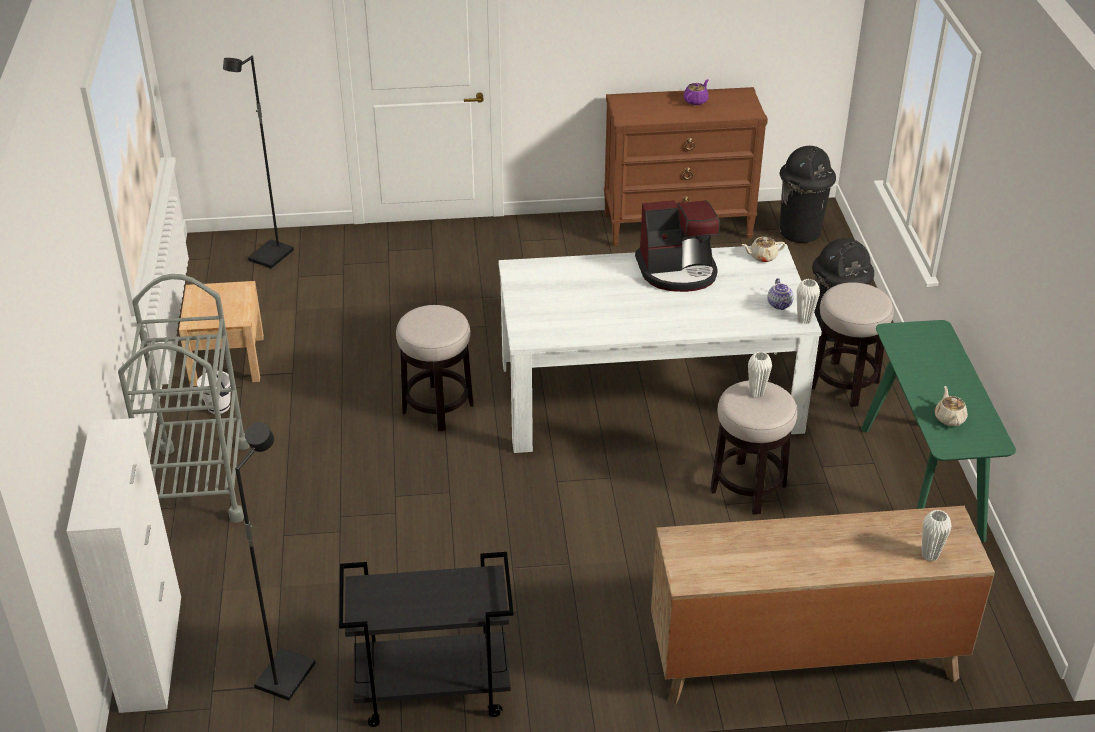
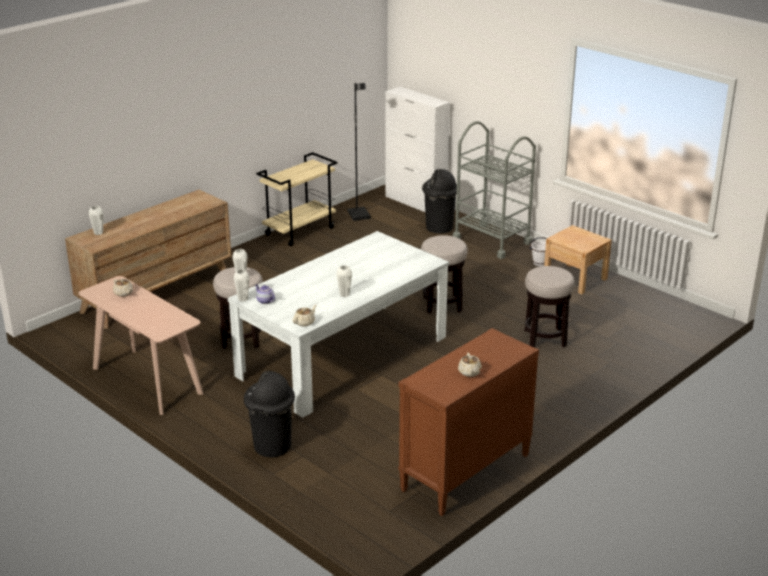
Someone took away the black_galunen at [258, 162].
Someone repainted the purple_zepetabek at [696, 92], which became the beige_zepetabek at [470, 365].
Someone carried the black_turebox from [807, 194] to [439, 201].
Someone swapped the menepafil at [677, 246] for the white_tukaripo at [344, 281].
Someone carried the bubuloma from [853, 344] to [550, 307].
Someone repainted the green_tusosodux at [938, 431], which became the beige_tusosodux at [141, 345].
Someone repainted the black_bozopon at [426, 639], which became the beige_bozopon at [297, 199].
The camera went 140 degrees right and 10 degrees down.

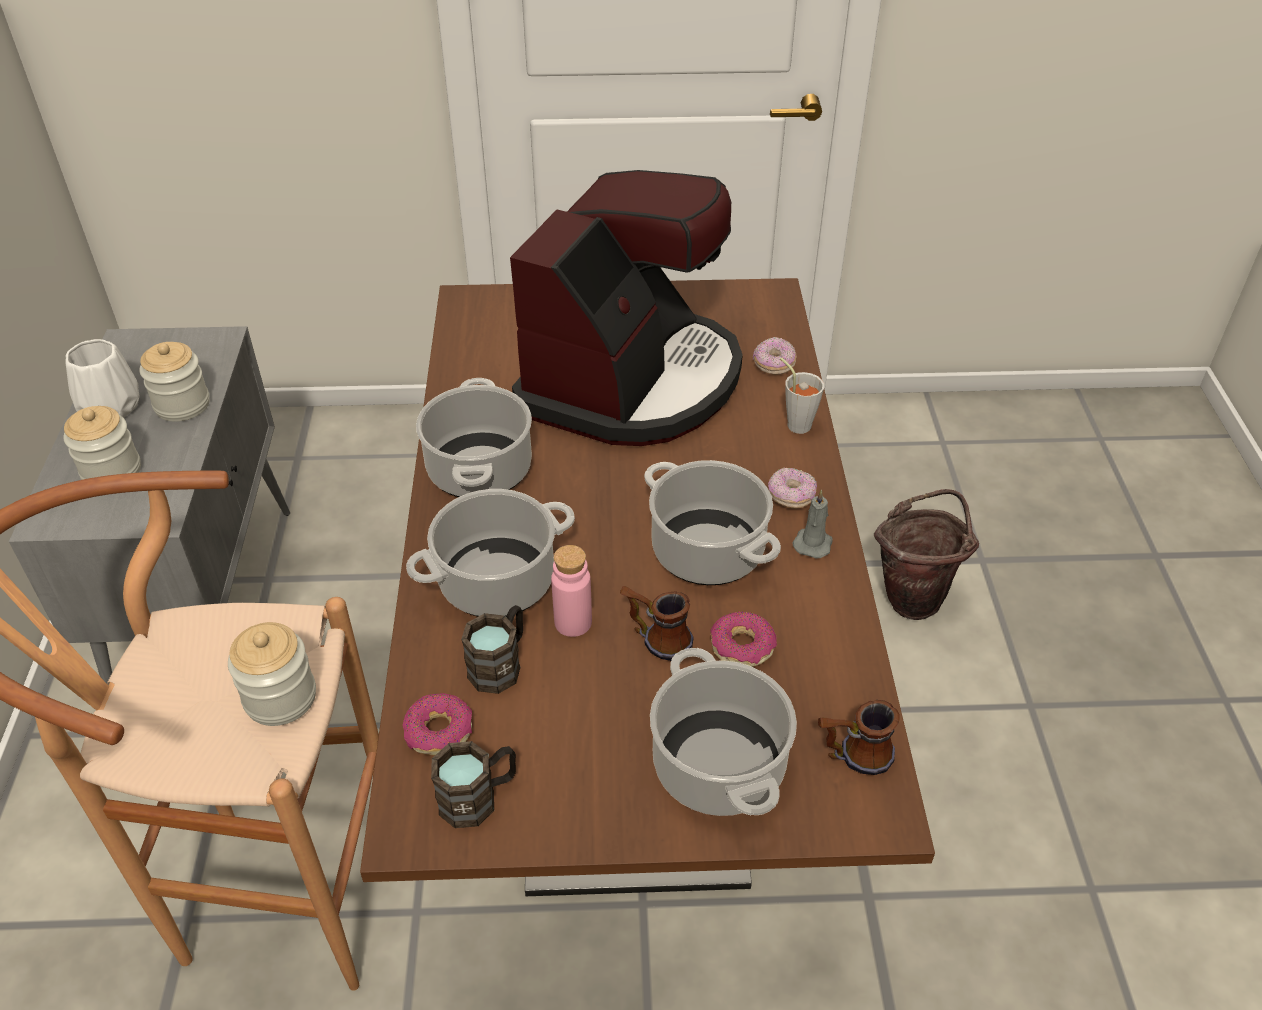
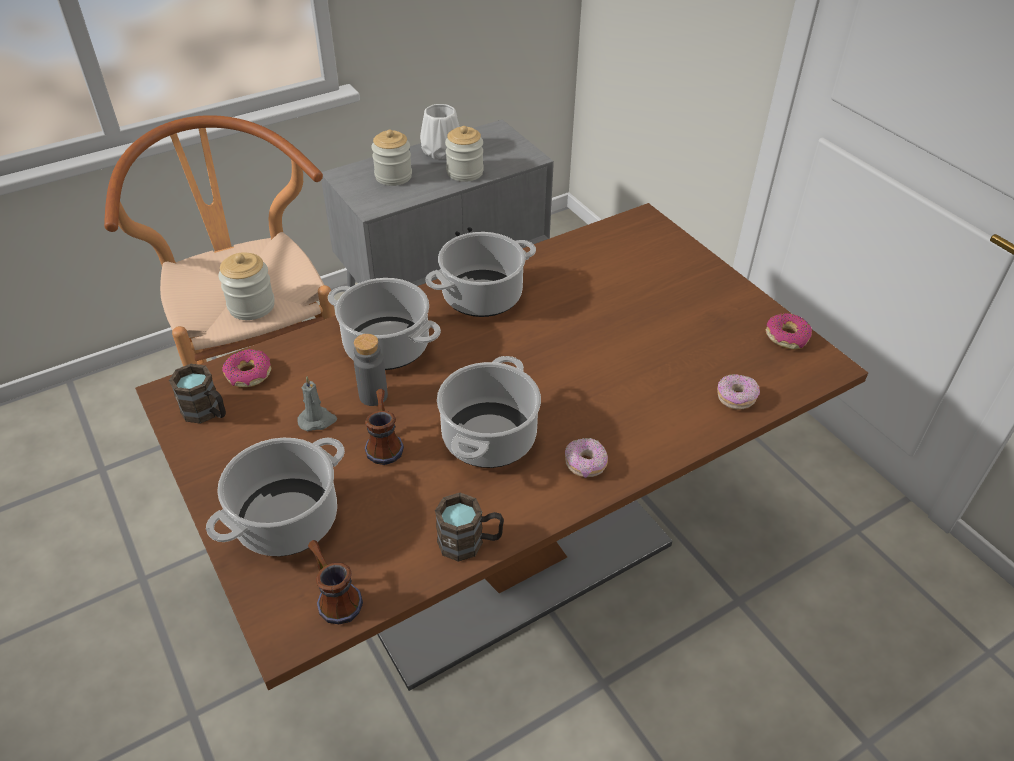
Someone took away the menepafil at [626, 308].
Someone took away the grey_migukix at [802, 395].
Someone carried the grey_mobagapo from [812, 524] to [317, 403].
Someone took away the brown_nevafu at [926, 554].
Someone repainted the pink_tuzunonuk at [571, 591], which became the grey_tuzunonuk at [371, 370].
Someone carried the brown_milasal from [492, 649] to [469, 527].
Someone carried the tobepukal from [743, 639] to [789, 331].
The camera went 60 degrees right and 0 degrees up.

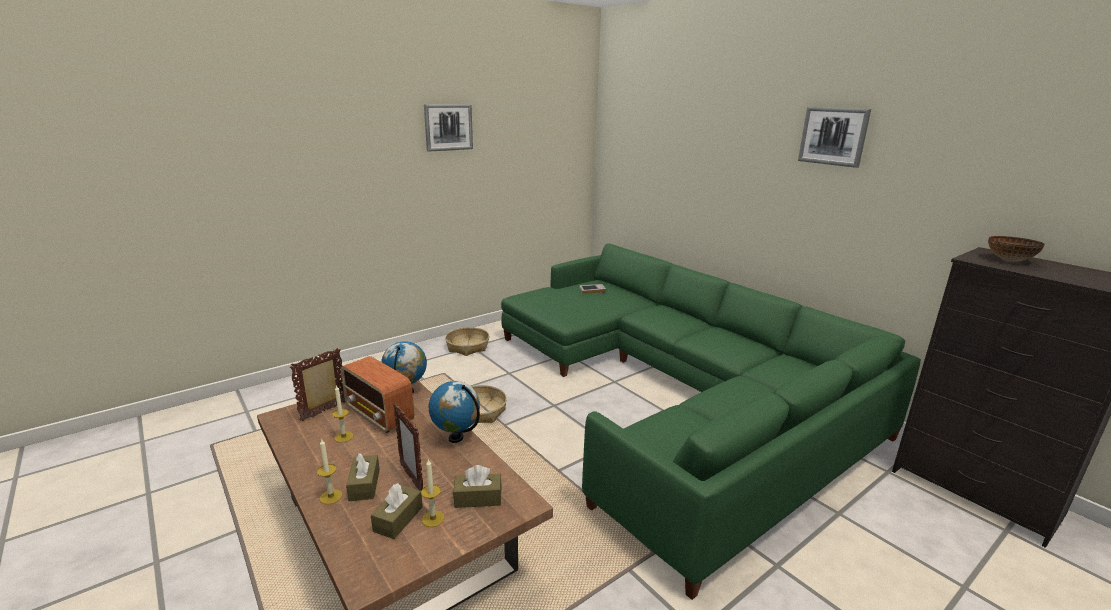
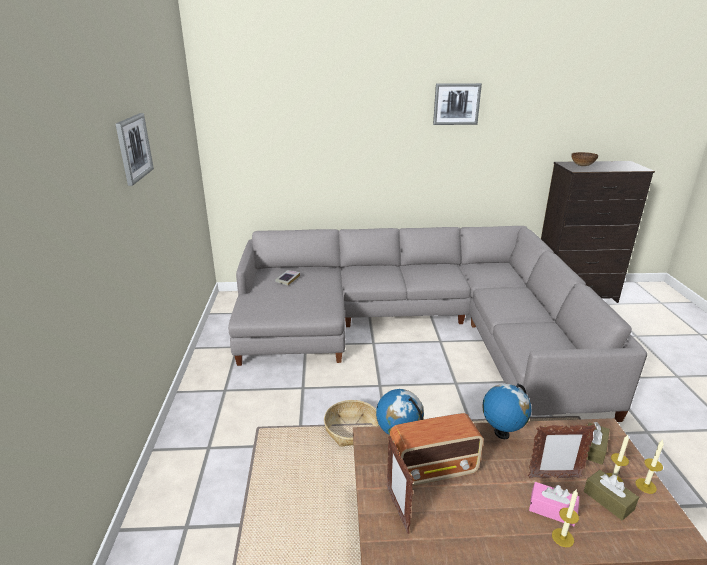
Someone repainted the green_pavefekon at [711, 422], which became the grey_pavefekon at [437, 324].
Someone took away the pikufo at [467, 341].
Someone carried the mobagapo from [343, 414] to [649, 467].
Someone repainted the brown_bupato at [363, 477], which became the pink_bupato at [554, 504].
The camera went 55 degrees left and 5 degrees up.

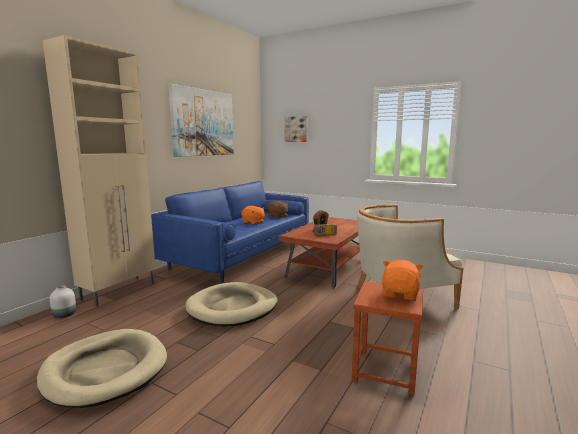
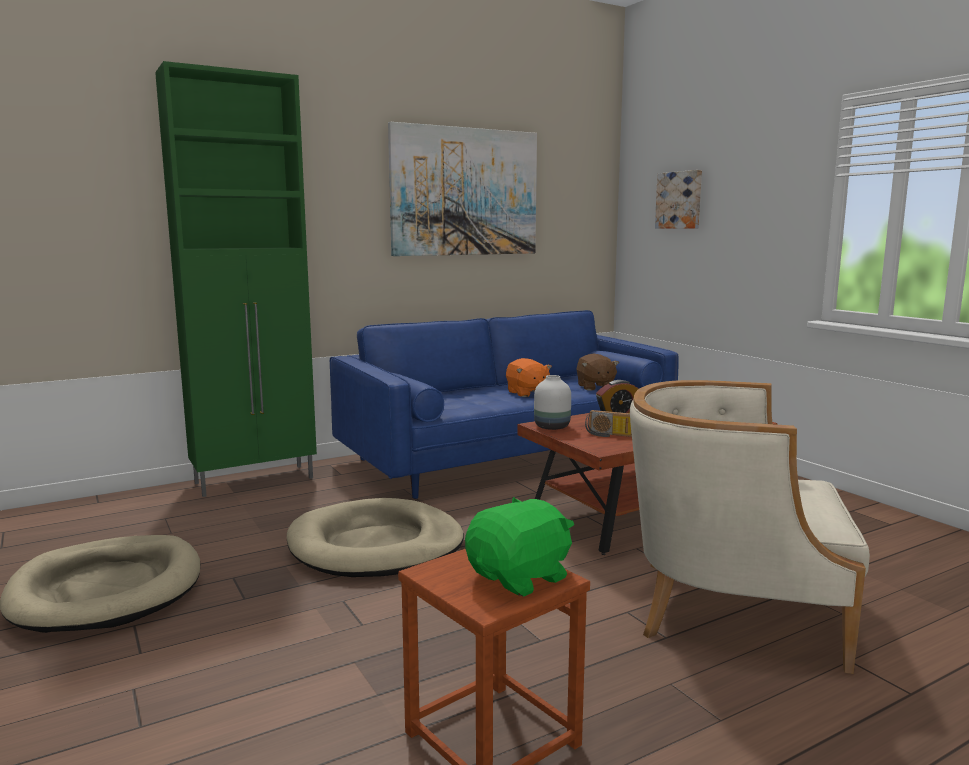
Someone repainted the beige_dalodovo at [99, 171], which became the green_dalodovo at [236, 279].
Someone repainted the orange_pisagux at [402, 280], which became the green_pisagux at [519, 547].
Someone carried the white_tukaripo from [63, 301] to [552, 402].
The camera went 30 degrees right and 0 degrees up.

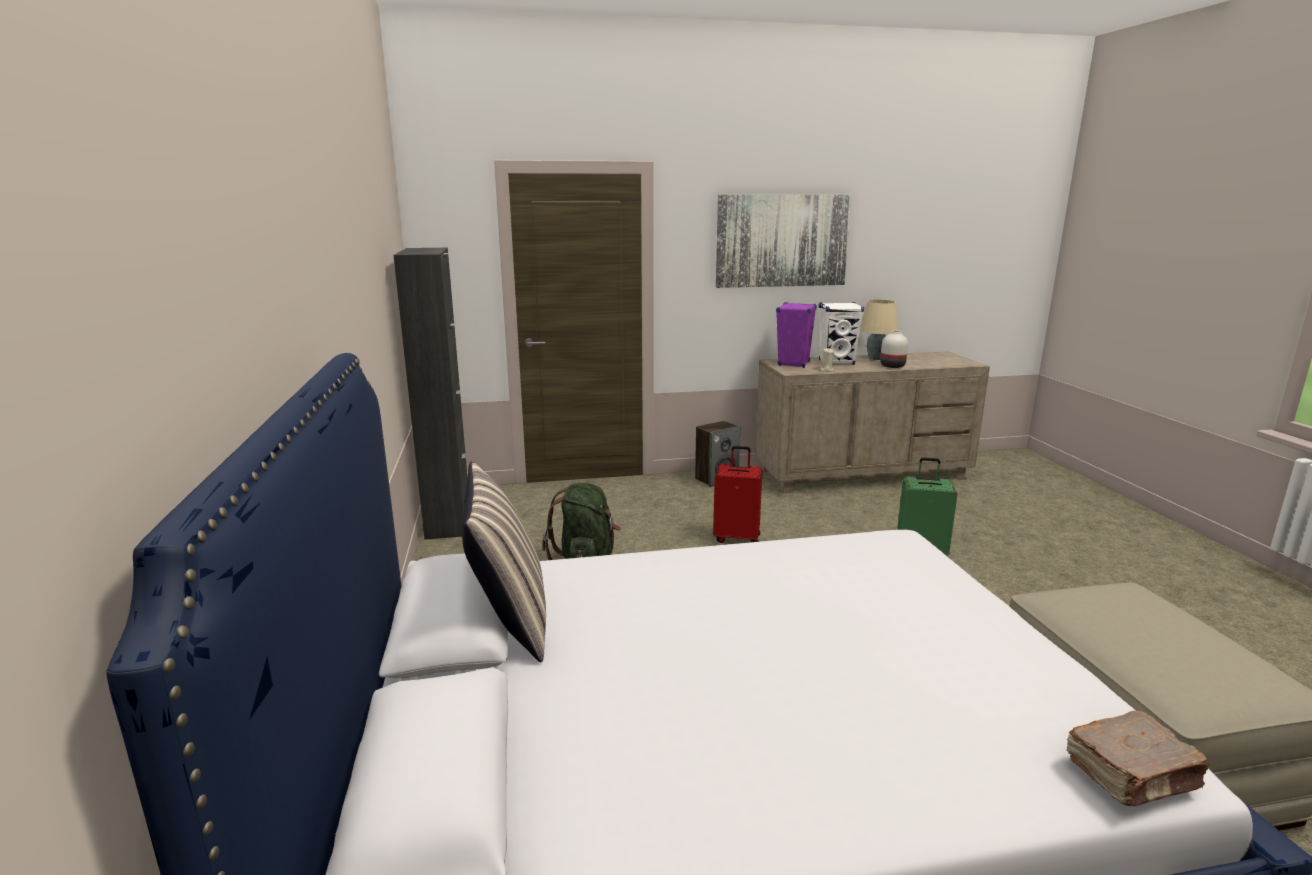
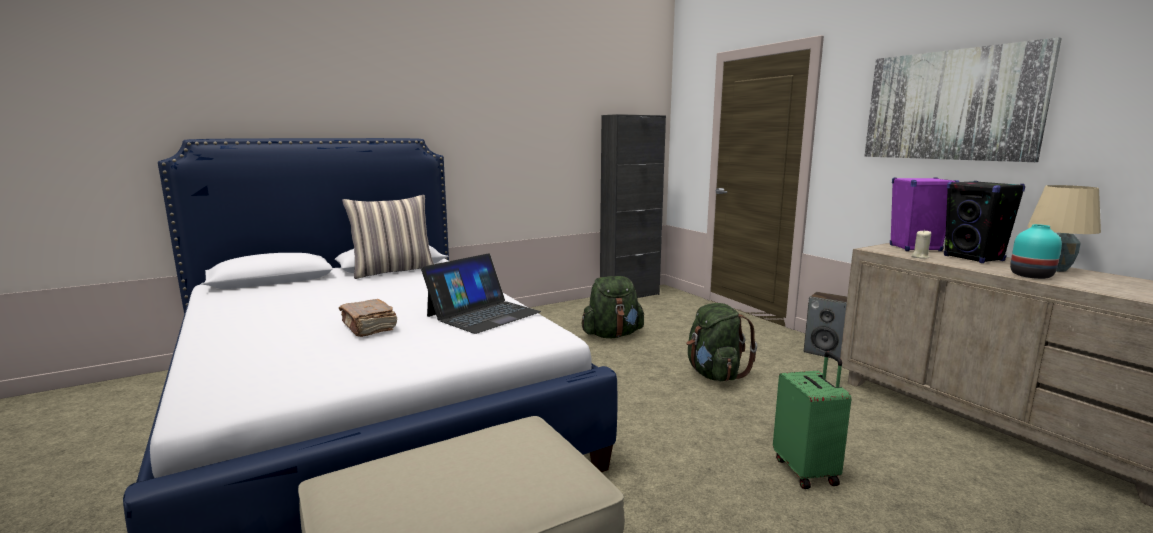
Someone repainted the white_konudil at [841, 333], which became the black_konudil at [985, 222].
Someone repainted the white_tukaripo at [894, 349], which became the turquoise_tukaripo at [1036, 251].
Someone swapped the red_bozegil at [738, 494] for the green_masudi at [721, 342].
Someone carried the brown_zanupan from [1137, 758] to [368, 318].
Someone put down the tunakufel at [481, 293].
The camera went 70 degrees right and 5 degrees down.

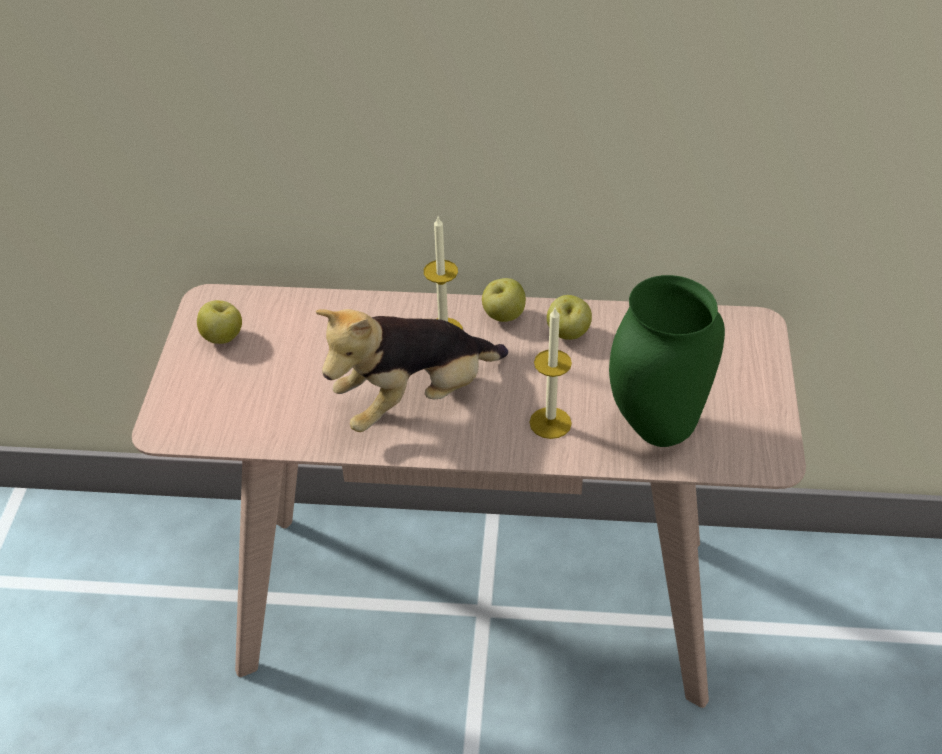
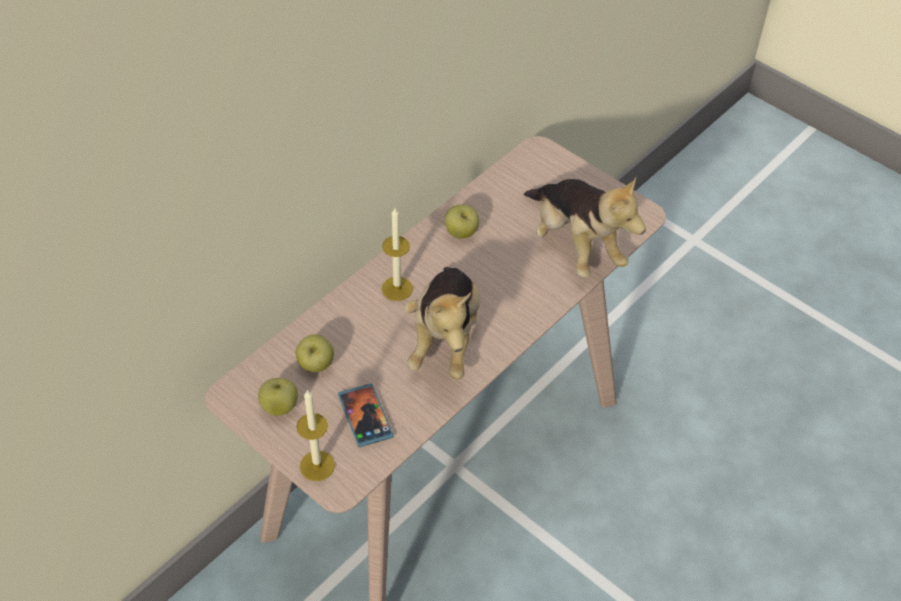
Someone swapped the green_tukaripo at [667, 361] for the pisagux at [585, 227].
Someone carried the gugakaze from [504, 300] to [315, 353].
Someone carried the mobagapo from [550, 373] to [315, 435].
Someone put down the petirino at [366, 415].
The camera went 55 degrees left and 5 degrees up.

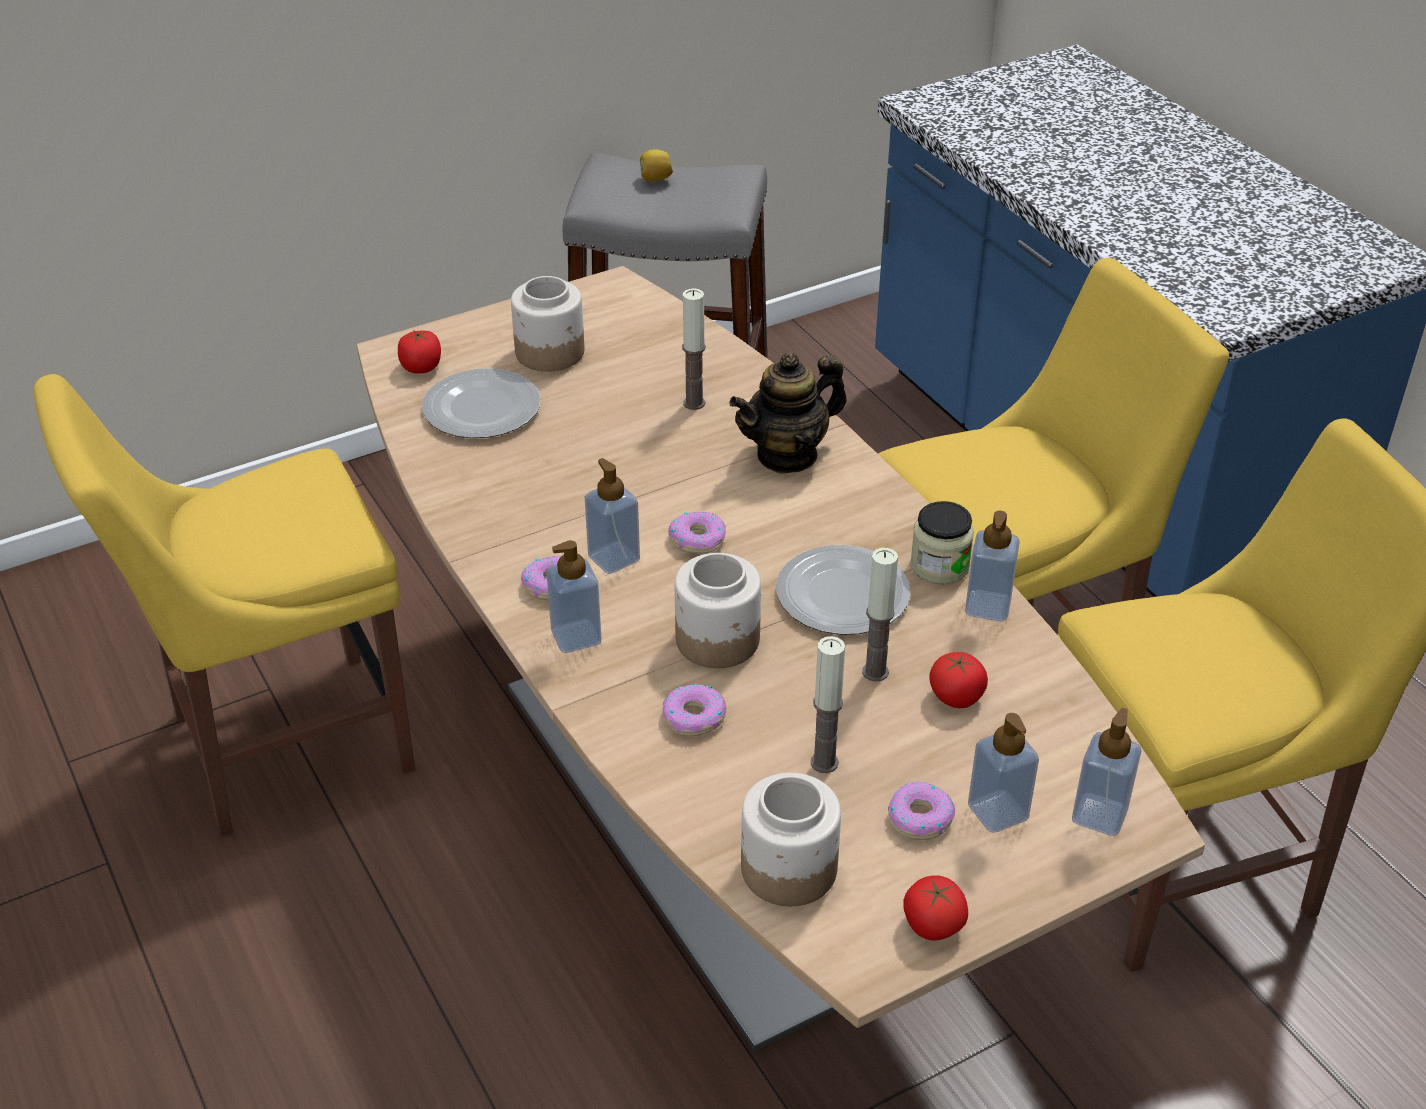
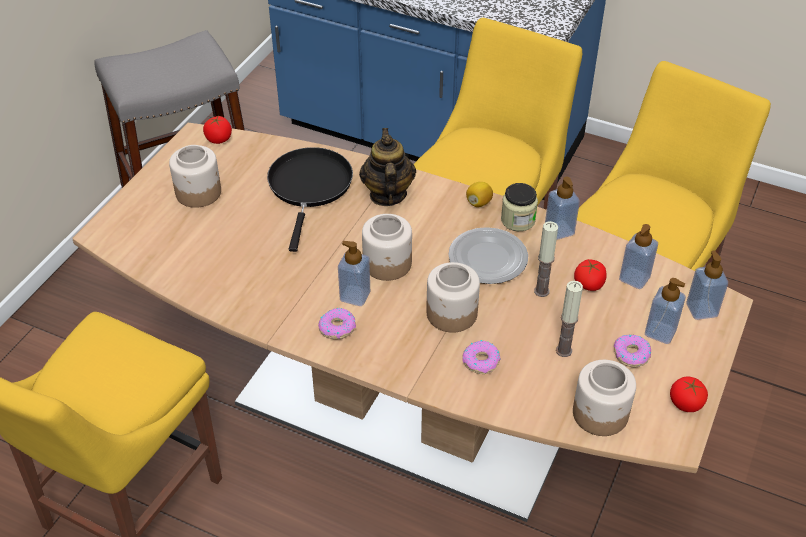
Someone carried the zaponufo from [656, 165] to [479, 194].
Someone swapped the mobagapo at [694, 349] for the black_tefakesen at [310, 199].
Someone carried the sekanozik from [419, 352] to [217, 130].
Someone rotated the zepetabek at [788, 413] by 150 degrees clockwise.
Someone took away the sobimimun at [481, 403].
Someone swapped the tobepukal at [697, 533] for the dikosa at [387, 247].
Someone carried the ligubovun from [574, 596] to [638, 256].
The camera went 35 degrees left and 5 degrees up.

